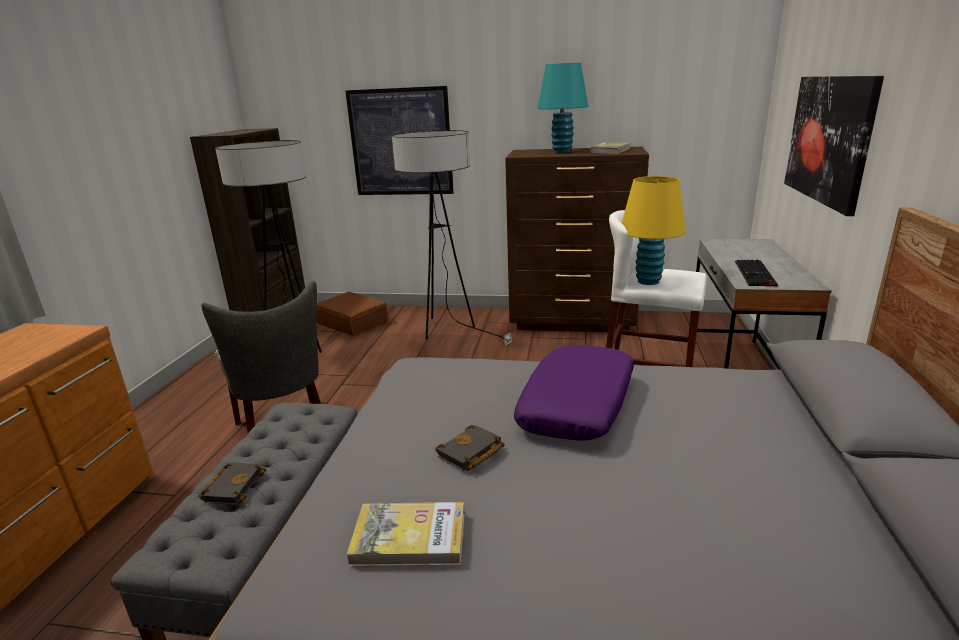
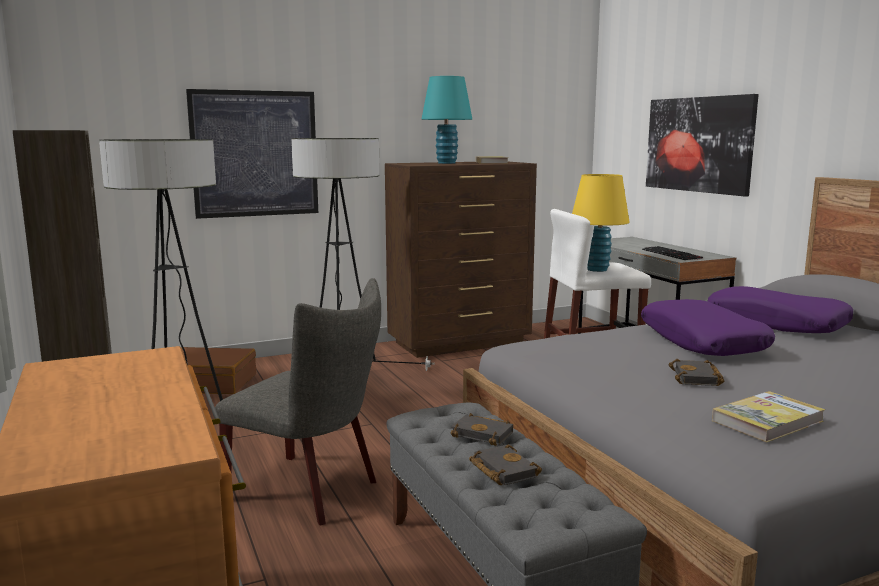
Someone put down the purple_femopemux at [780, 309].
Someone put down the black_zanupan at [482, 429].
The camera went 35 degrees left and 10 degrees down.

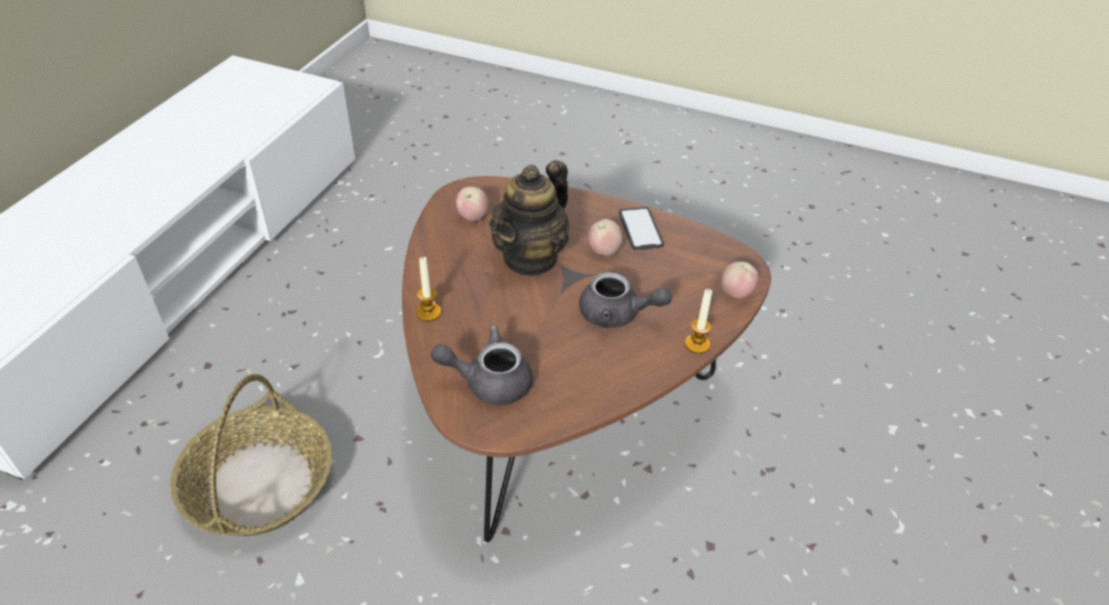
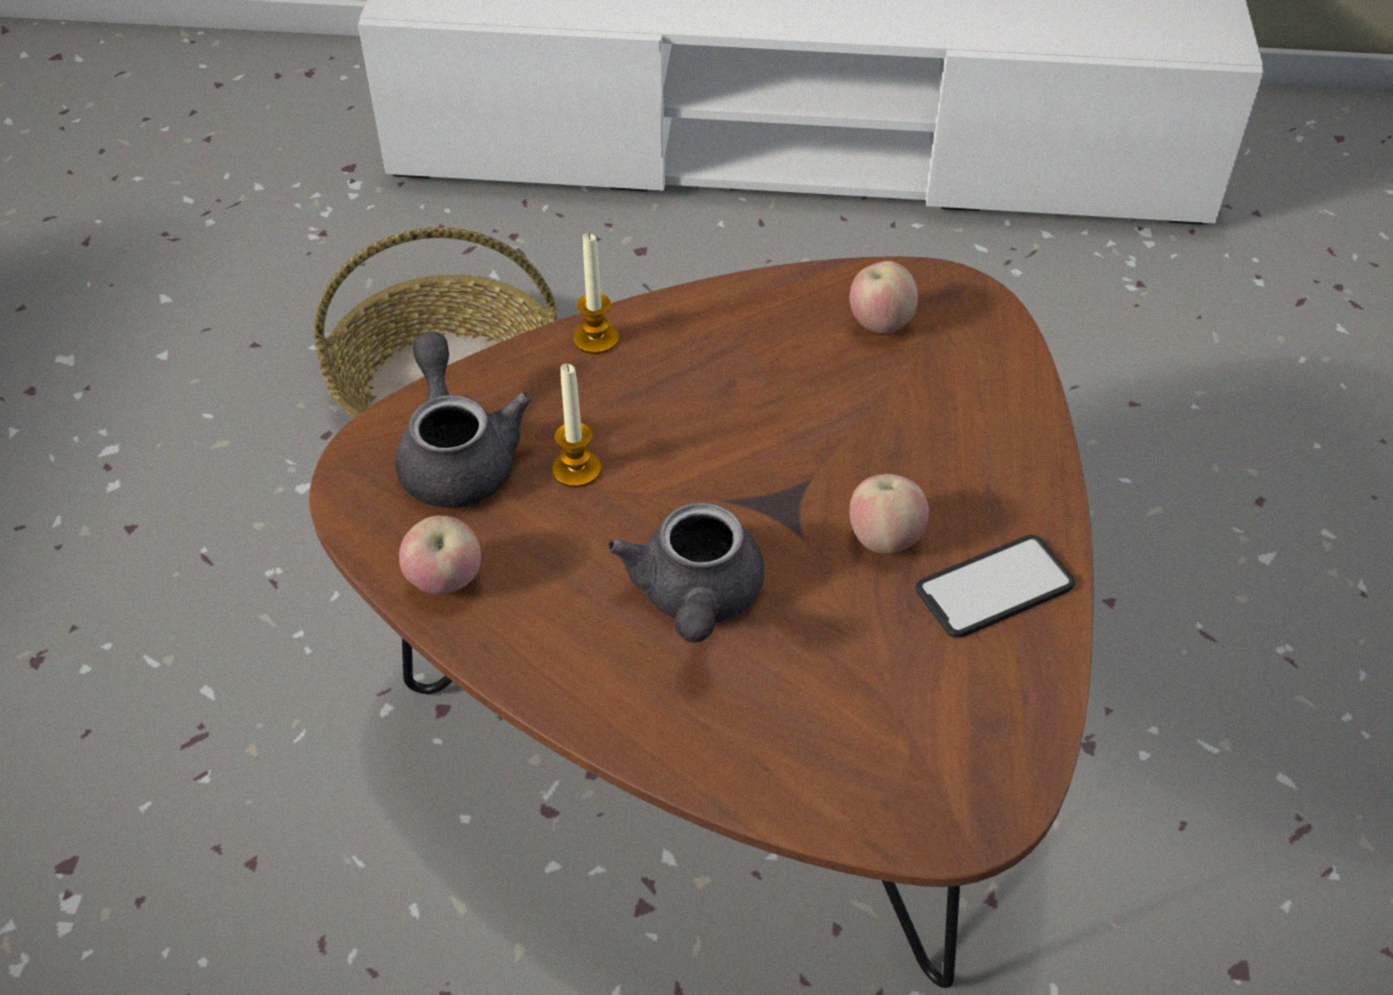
Someone took away the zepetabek at [529, 218].
Someone carried the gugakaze from [740, 280] to [440, 555].
Someone carried the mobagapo from [698, 321] to [576, 426].
The camera went 75 degrees right and 5 degrees up.

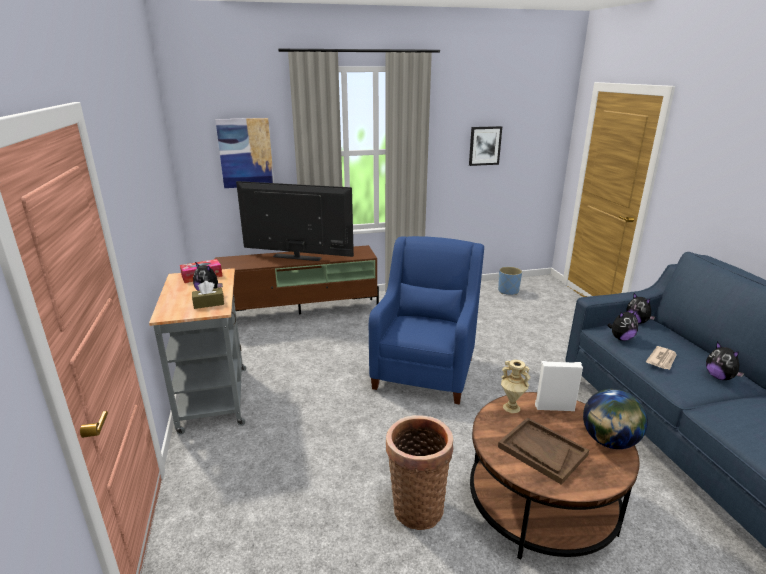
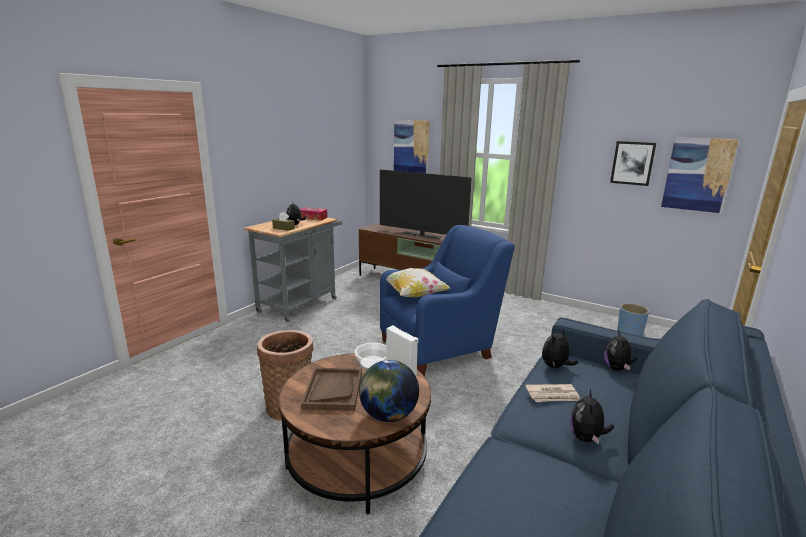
Someone rotated the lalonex at [295, 221] by 150 degrees clockwise.
Someone rotated the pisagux at [622, 325] by 105 degrees clockwise.
Someone swapped the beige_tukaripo at [515, 386] for the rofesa at [370, 356].
Someone put up the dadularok at [700, 175].
Someone put down the femopemux at [415, 282].
The camera went 45 degrees right and 5 degrees down.

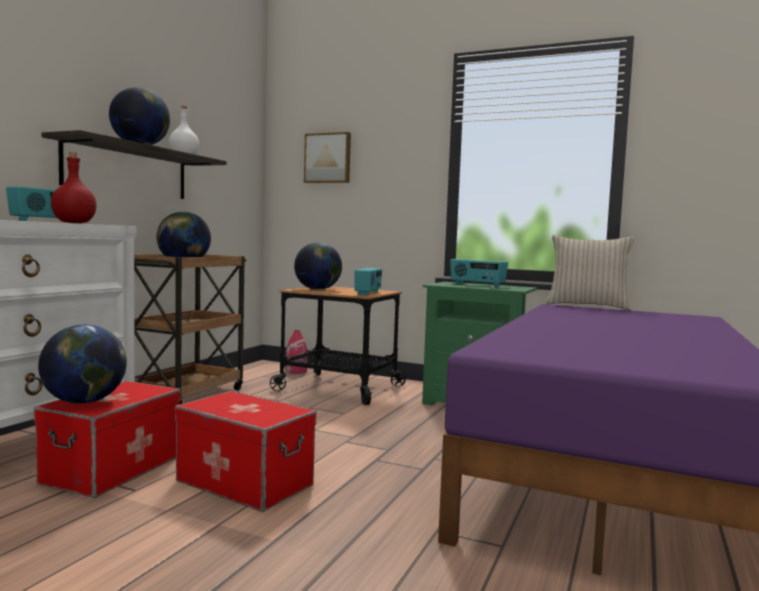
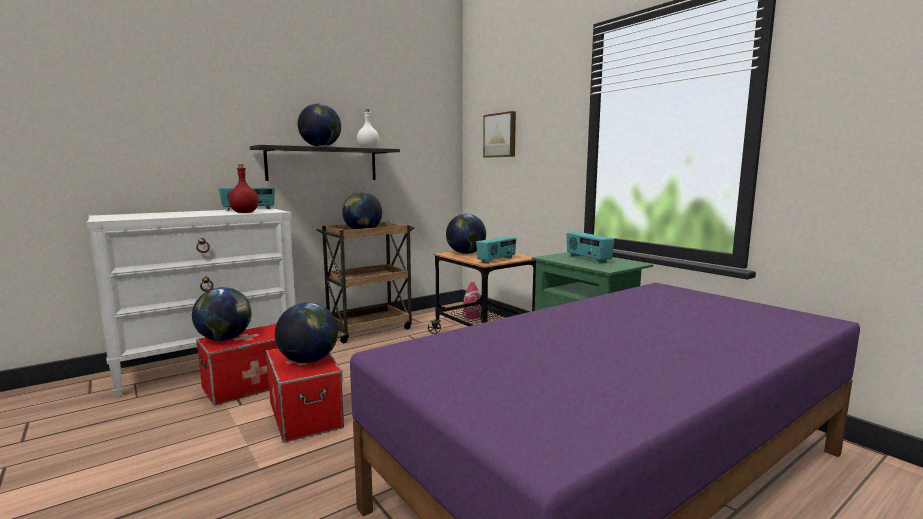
Someone took away the beige_femopemux at [589, 273].
Someone put down the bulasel at [306, 332].
The camera went 30 degrees right and 5 degrees up.

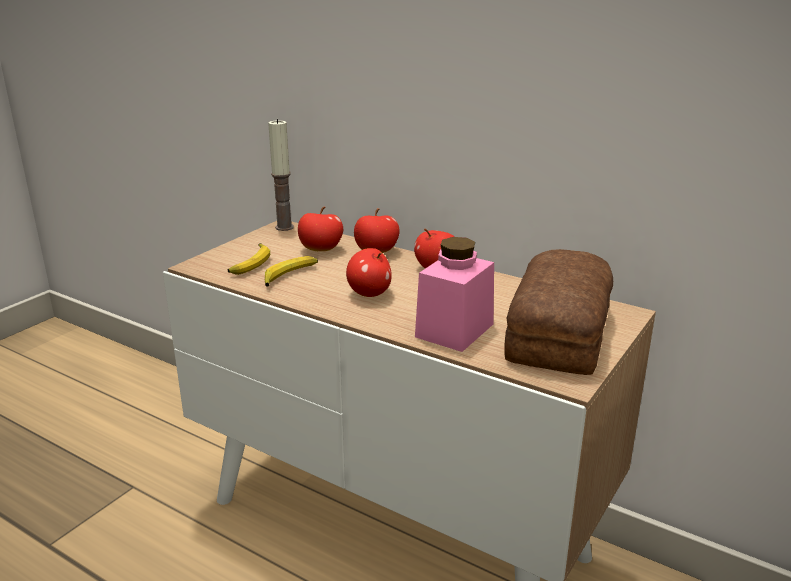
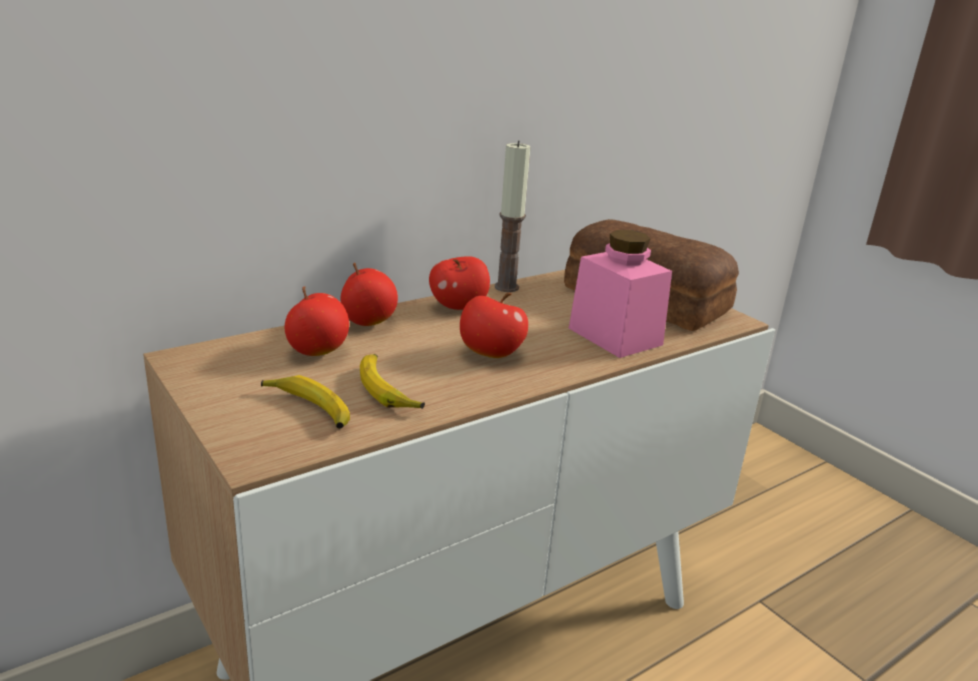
Someone carried the mobagapo from [281, 175] to [513, 216].
The camera went 70 degrees left and 0 degrees up.

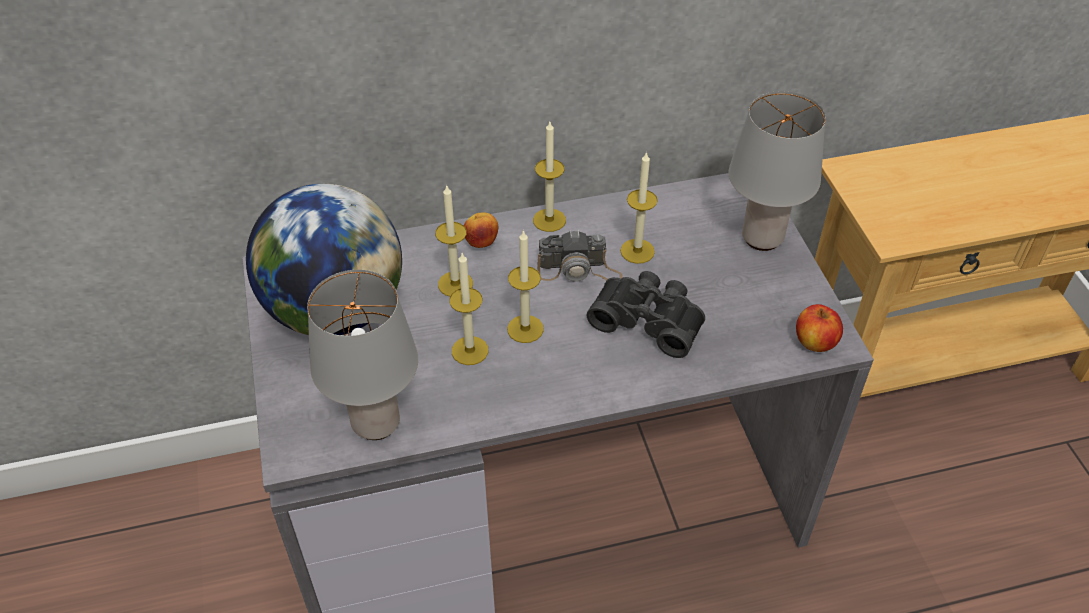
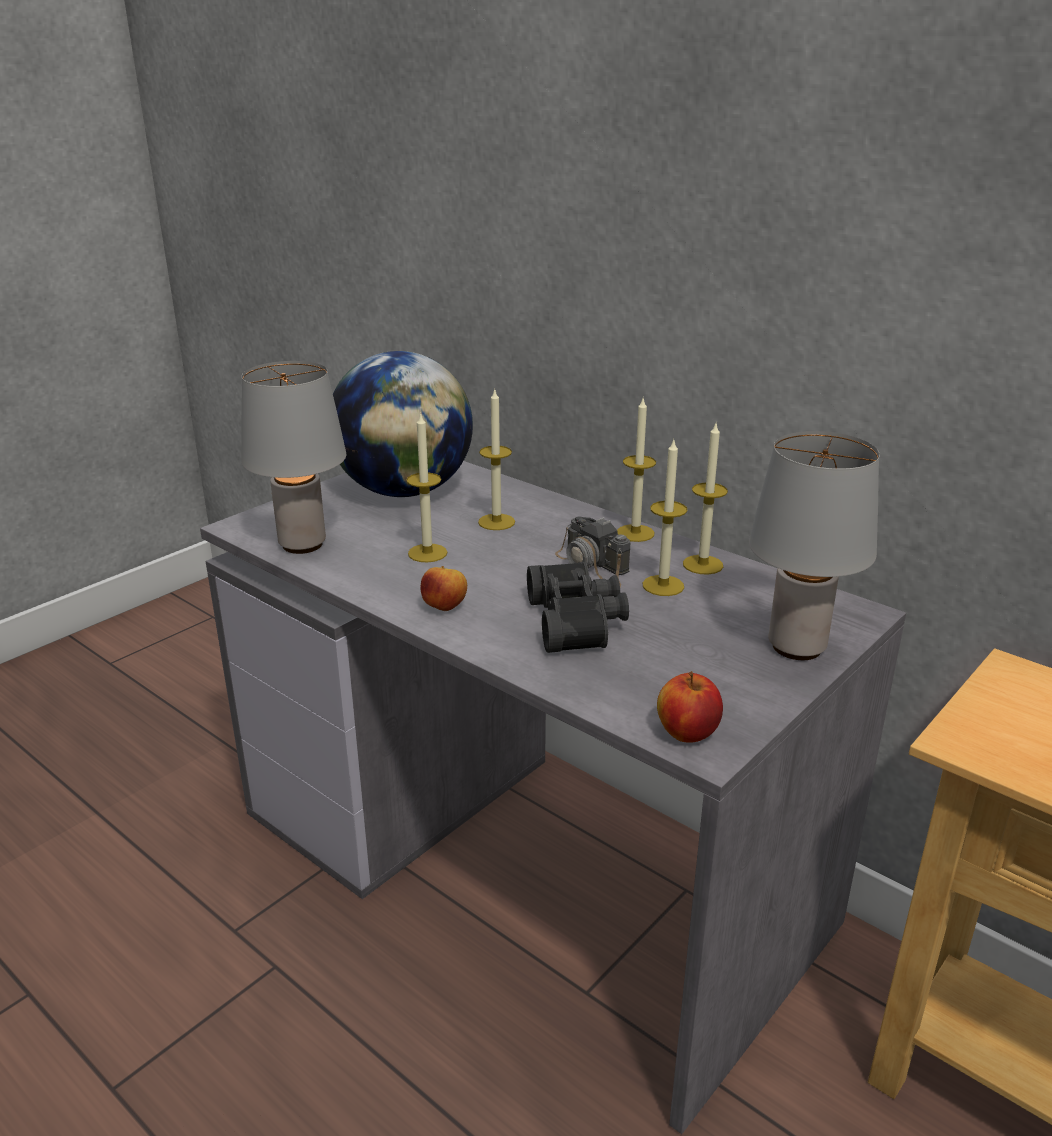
Someone carried the gugakaze from [481, 230] to [443, 588].
Someone carried the mobagapo from [525, 286] to [705, 499].
The camera went 55 degrees right and 20 degrees down.

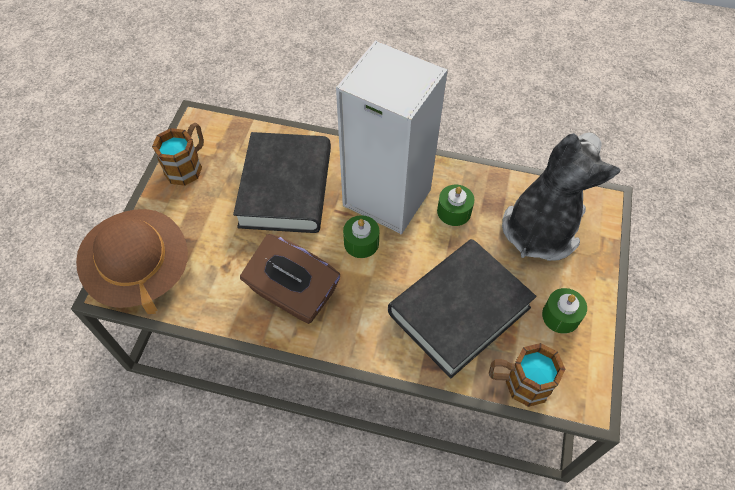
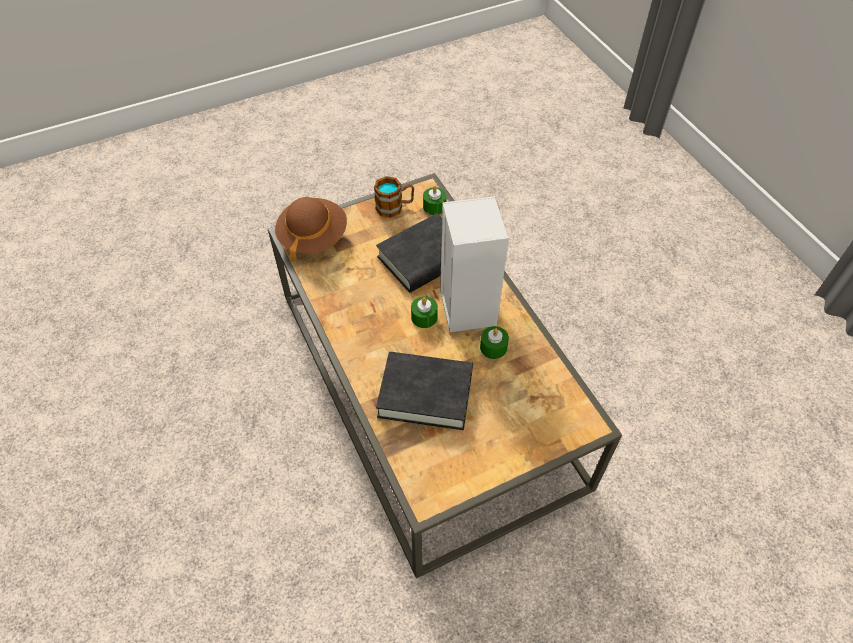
Someone took away the pisagux at [561, 196].
Someone took away the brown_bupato at [290, 279].
Someone carried the green_mobagapo from [564, 311] to [435, 200].
Someone took away the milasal at [527, 375].
The camera went 50 degrees right and 5 degrees down.

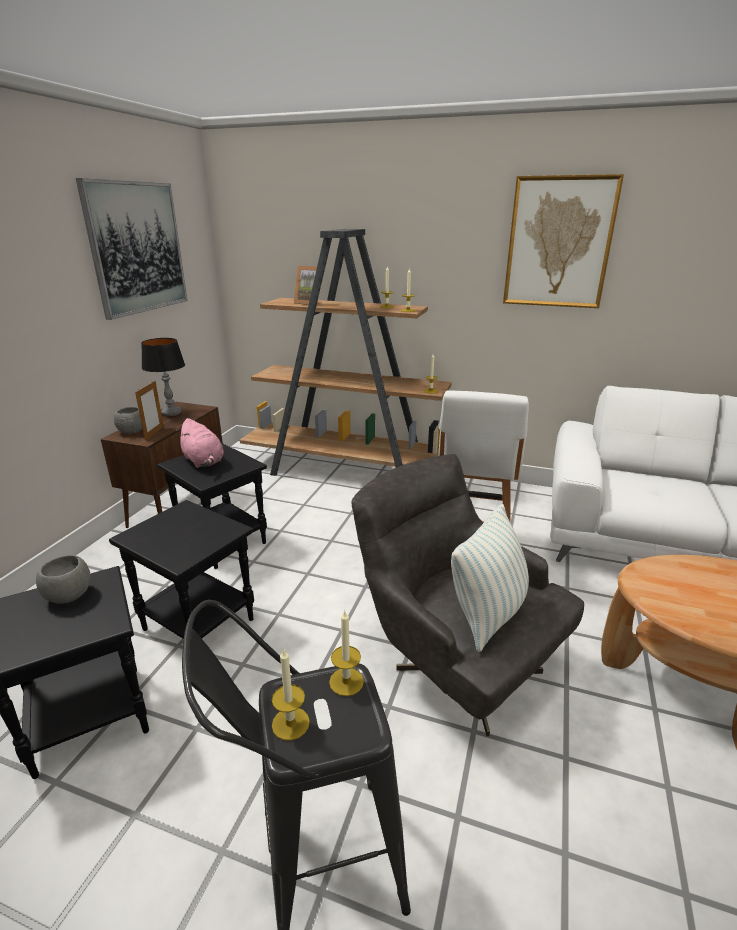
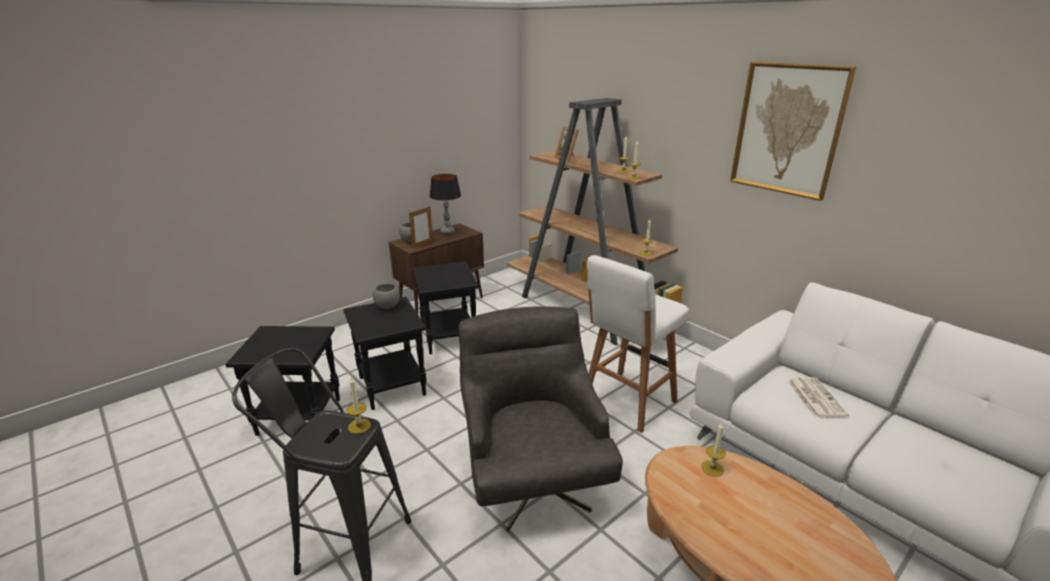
Someone took away the dadularok at [132, 249].
Someone took away the pink_pisagux at [200, 443].
Someone took away the femopemux at [490, 578].
Someone carried the grey_rofesa from [63, 579] to [386, 296].
Someone carried the mobagapo from [291, 694] to [713, 450].
Someone put down the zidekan at [818, 397].
The camera went 30 degrees right and 0 degrees up.

